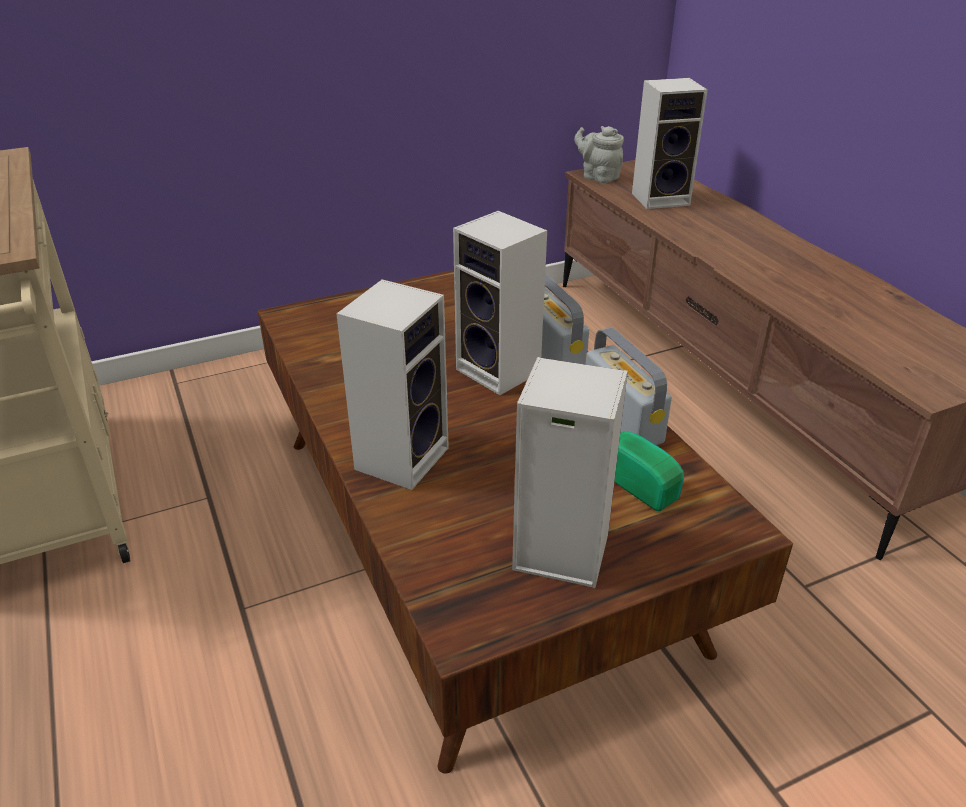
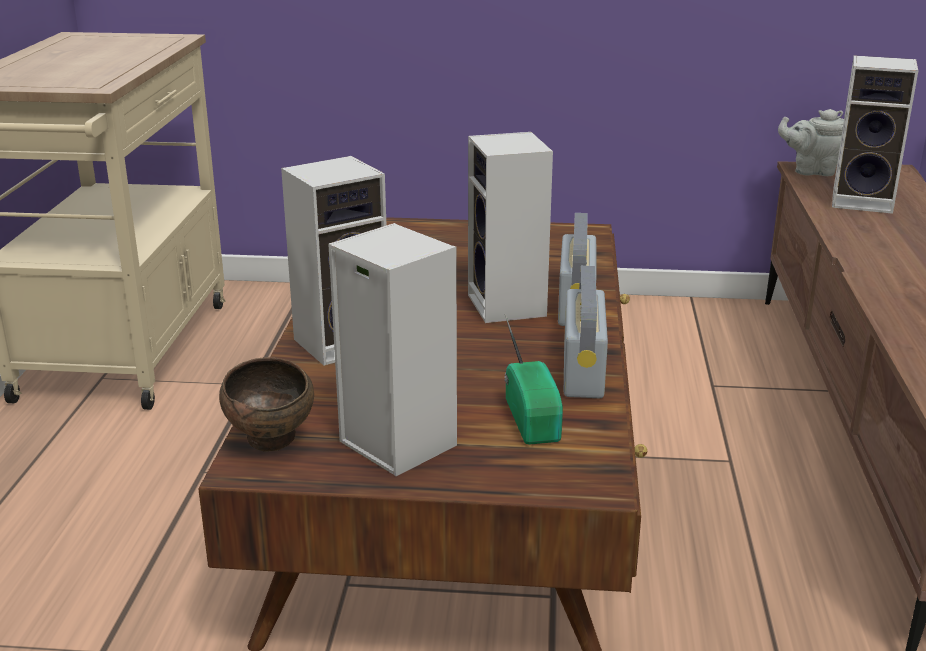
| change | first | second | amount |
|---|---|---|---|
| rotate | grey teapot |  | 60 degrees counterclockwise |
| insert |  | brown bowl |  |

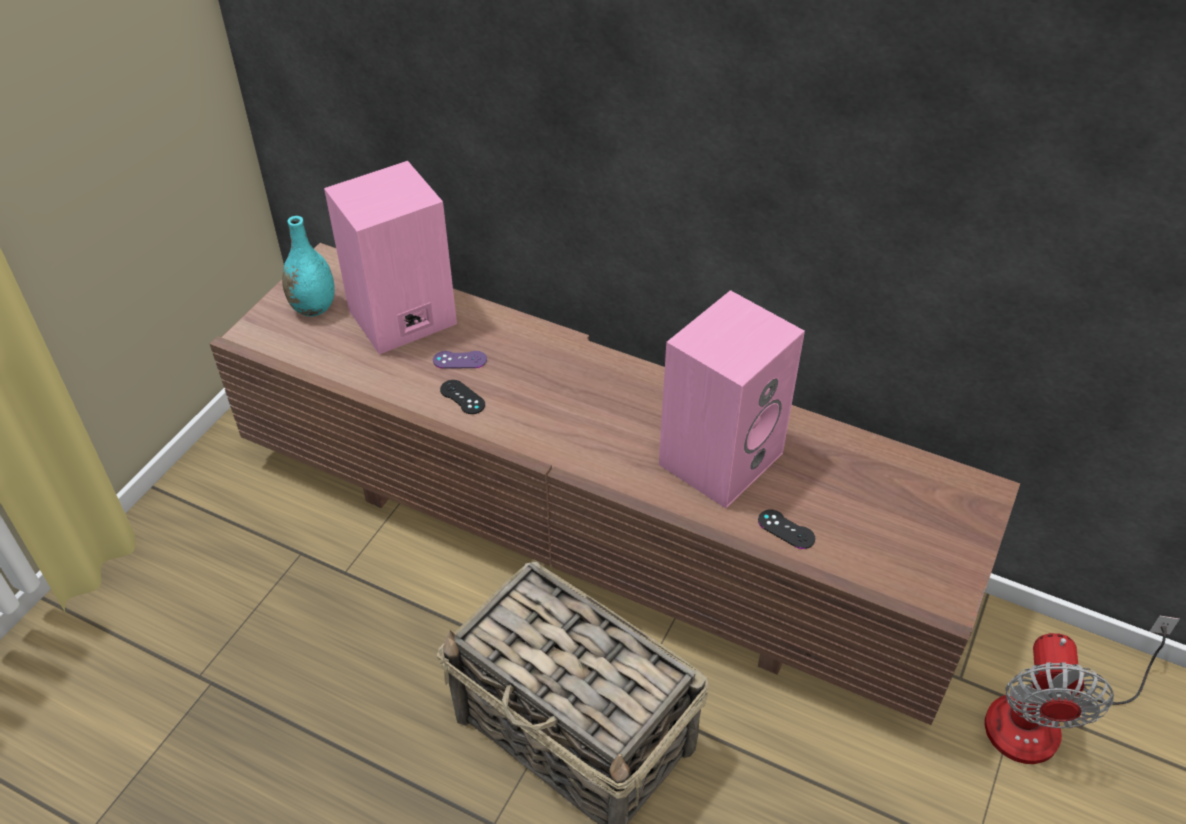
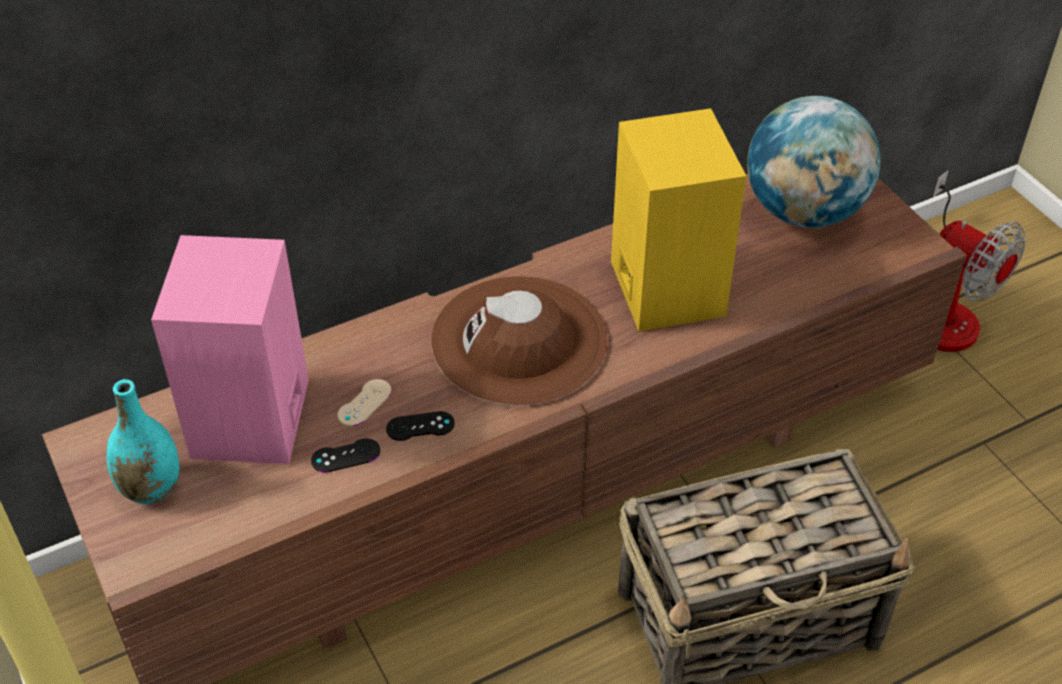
| change | first | second | amount |
|---|---|---|---|
| recolor | pink speaker (2nd from left) | yellow speaker |  |
| recolor | purple game controller | beige game controller |  |
| move | black game controller (2nd from left in the first image) | black game controller (1st from left) |  |
| insert |  | globe |  |
| insert |  | brown hat |  |

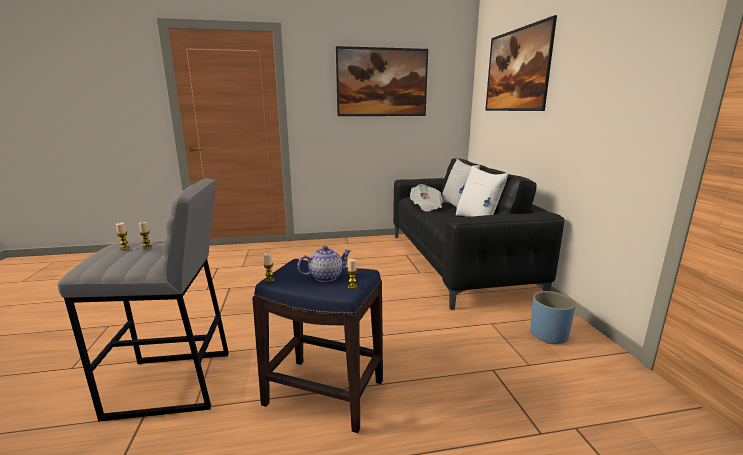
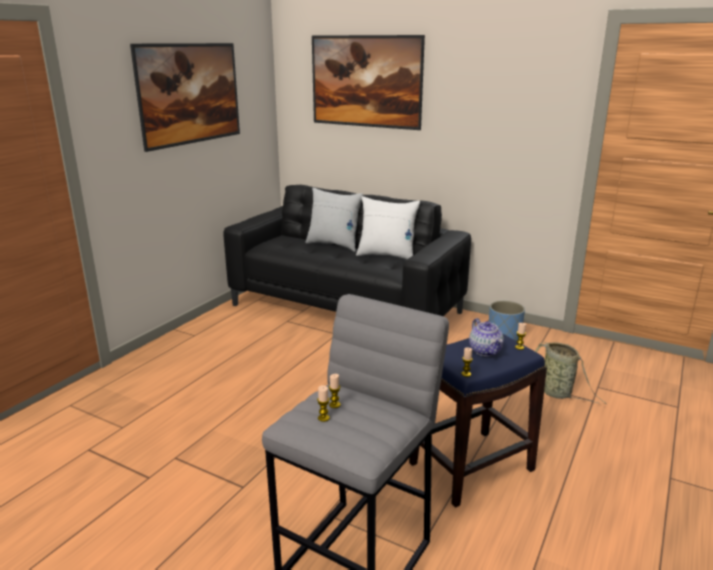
| change | first | second | amount |
|---|---|---|---|
| delete | newspaper |  |  |
| rotate | teapot |  | 150 degrees clockwise |
| insert |  | basket |  |

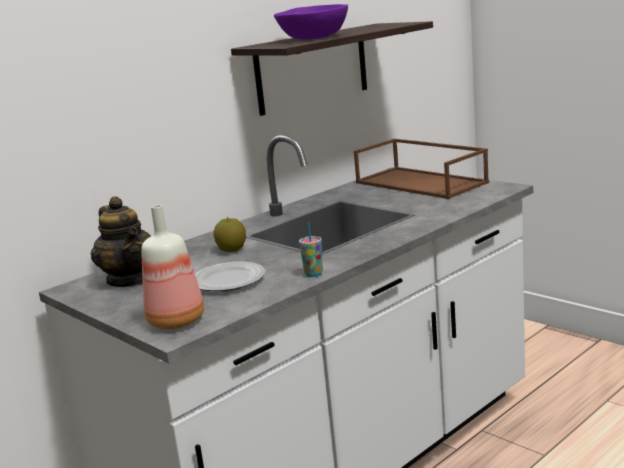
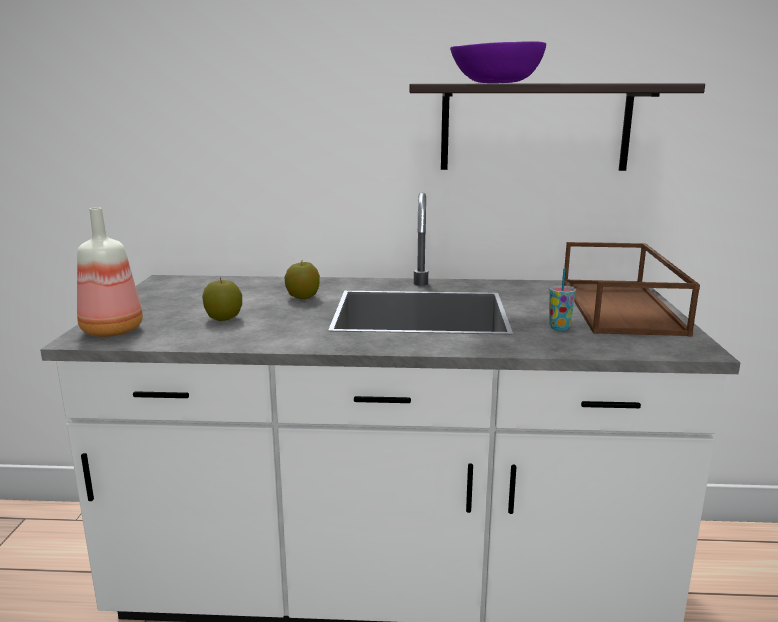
| change | first | second | amount |
|---|---|---|---|
| delete | teapot |  |  |
| move | cup |  |  |
| replace | plate | apple (1st from left) |  |

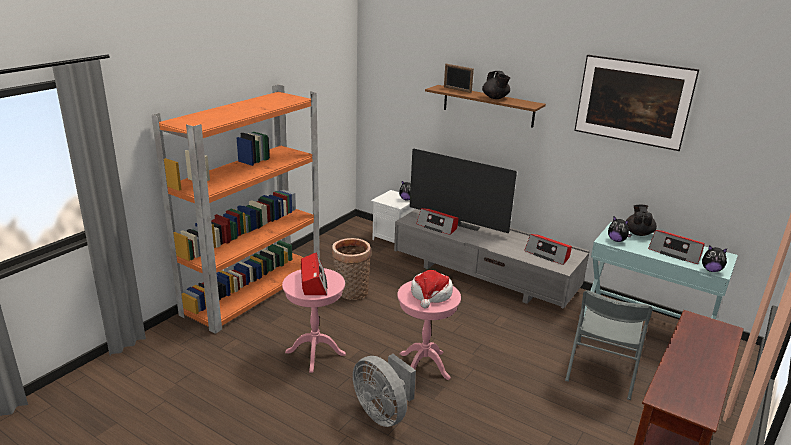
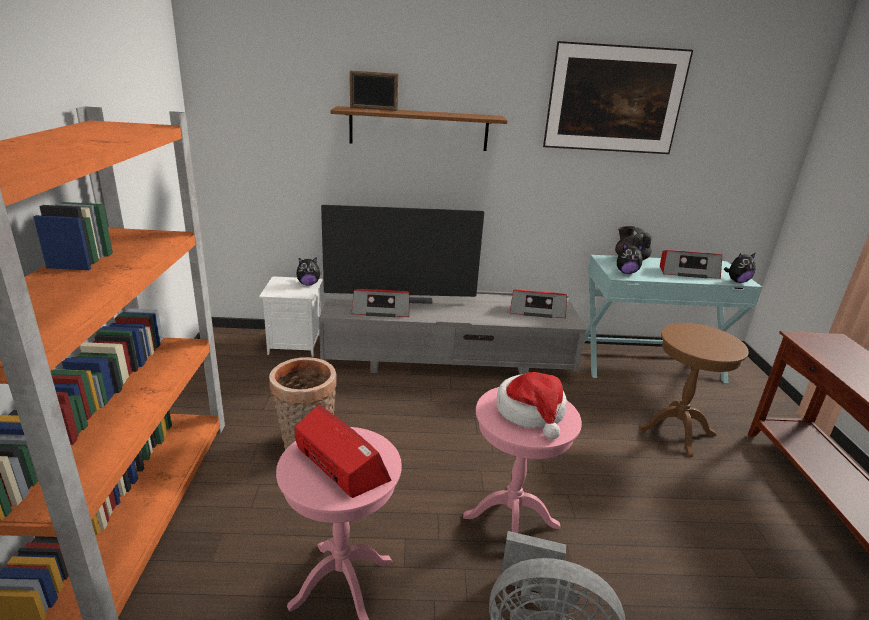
| change | first | second | amount |
|---|---|---|---|
| delete | black teapot (1st from left) |  |  |
| replace | grey chair | brown side table |  |

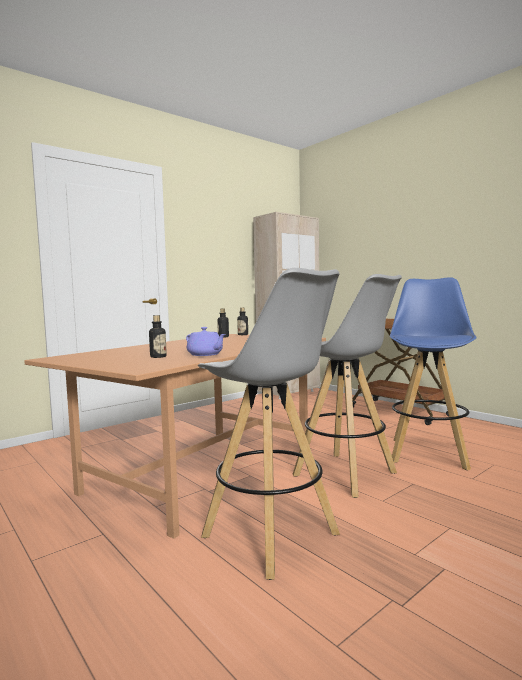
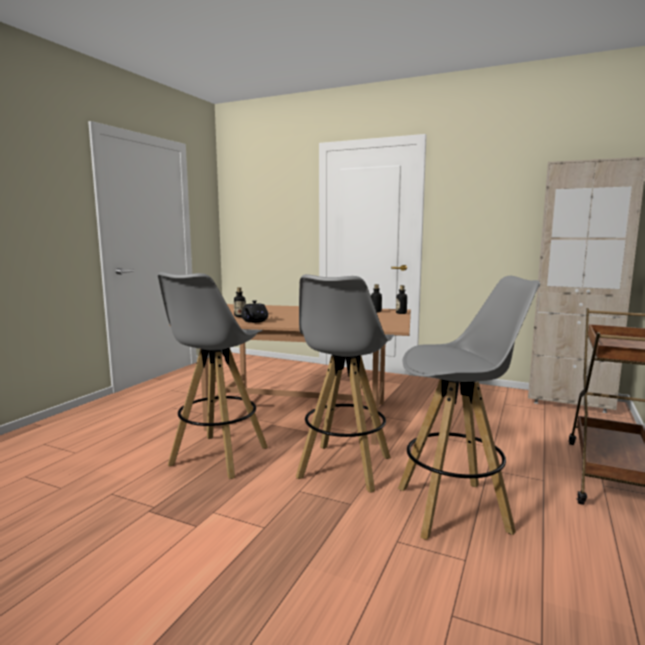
| change | first | second | amount |
|---|---|---|---|
| recolor | blue stool | grey stool (3rd from left) |  |
| recolor | purple teapot | black teapot |  |

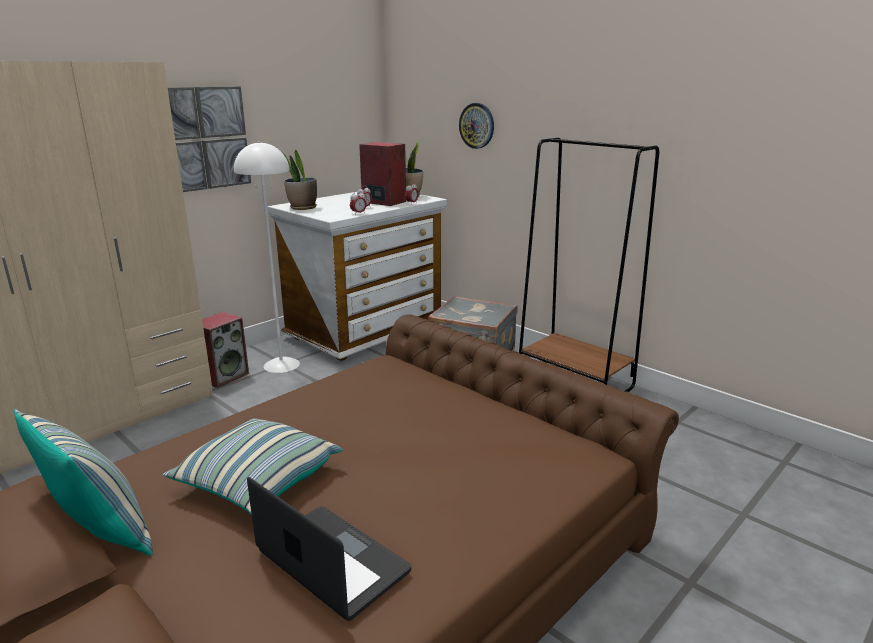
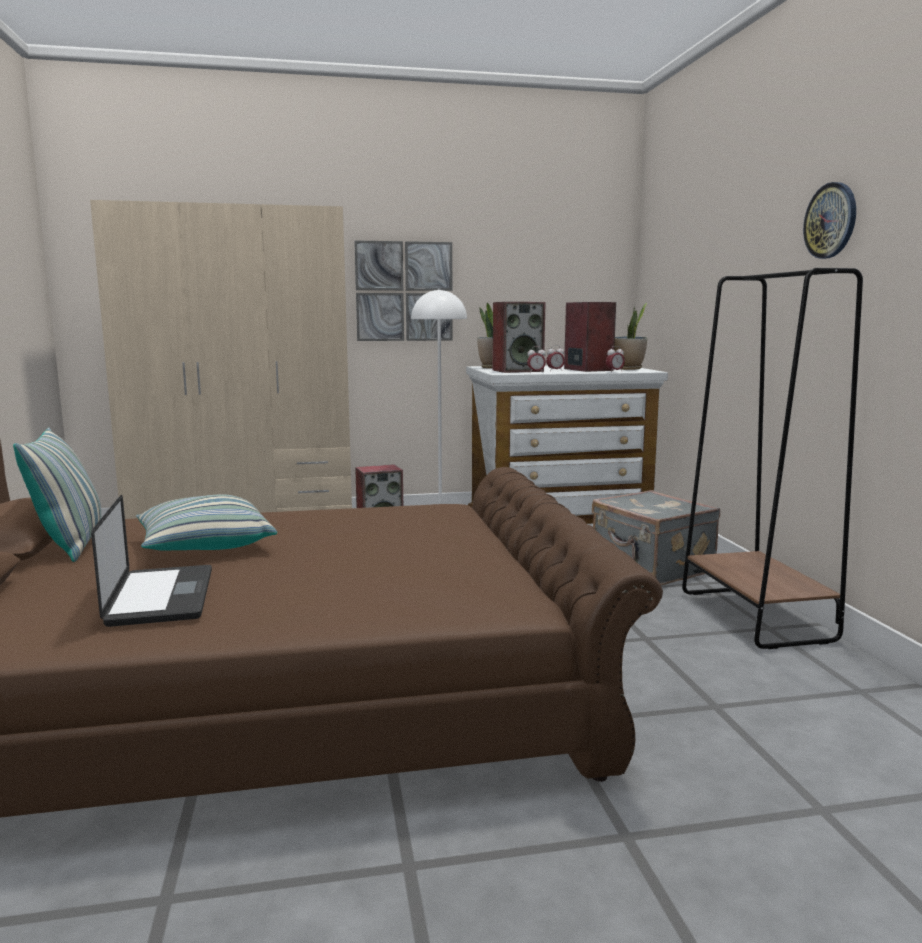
| change | first | second | amount |
|---|---|---|---|
| move | wall clock |  |  |
| insert |  | speaker (2nd from left) |  |

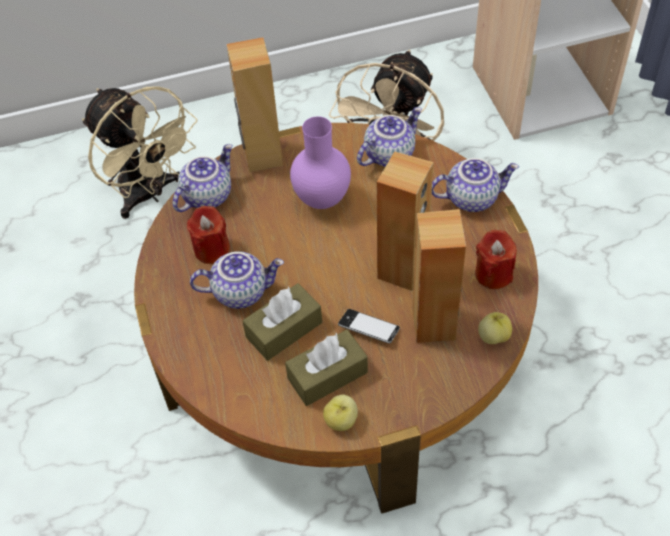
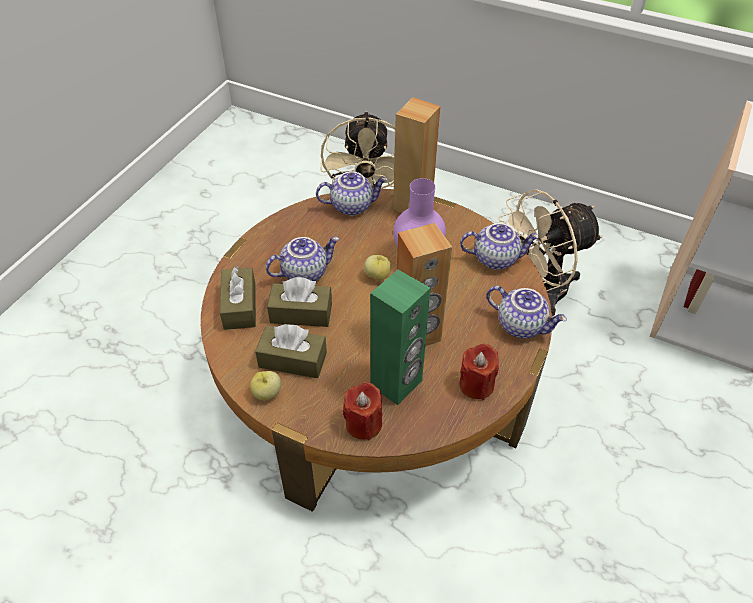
| change | first | second | amount |
|---|---|---|---|
| move | red candle (1st from left) |  |  |
| recolor | brown speaker (3rd from left) | green speaker |  |
| rotate | teapot (2nd from left in the first image) | teapot (1st from left) | 60 degrees counterclockwise |
| delete | phone |  |  |
| move | apple (2nd from left) |  |  |
| insert |  | brown tissue box (1st from left) |  |

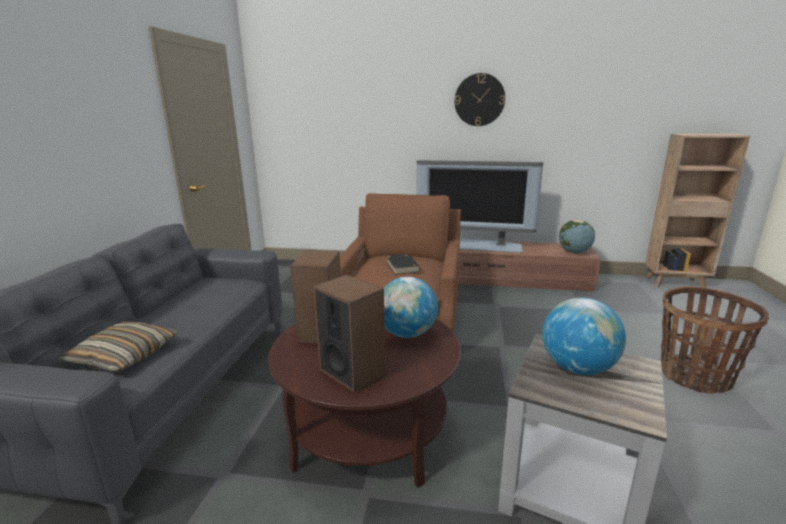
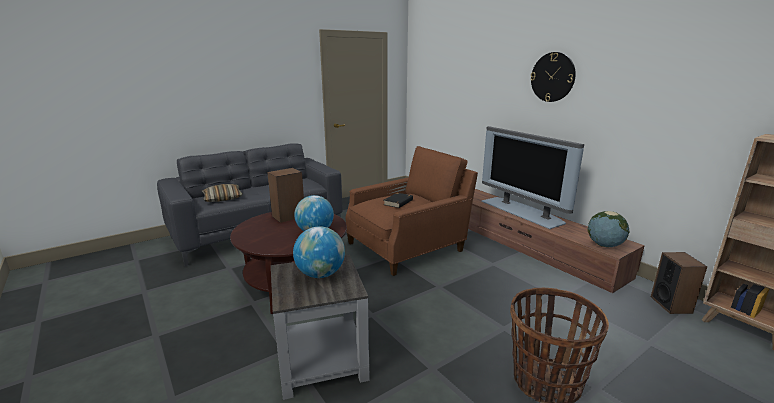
| change | first | second | amount |
|---|---|---|---|
| move | speaker (2nd from left) |  |  |

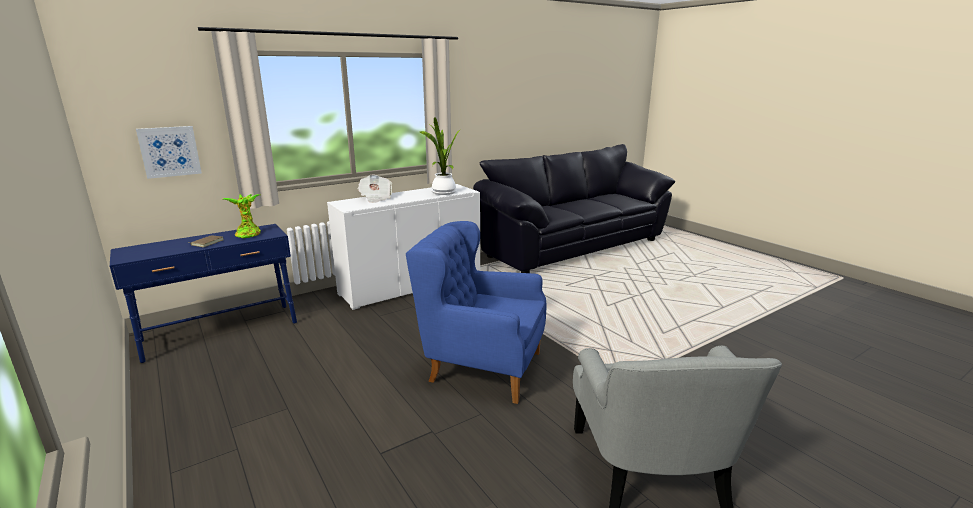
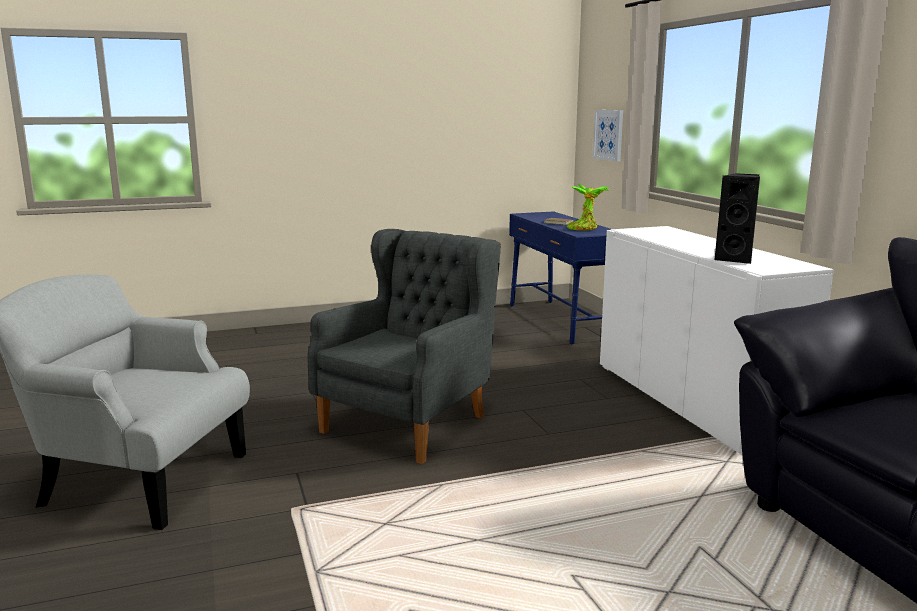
| change | first | second | amount |
|---|---|---|---|
| replace | potted plant (2nd from left) | black speaker |  |
| delete | newspaper |  |  |
| recolor | blue armchair | grey armchair (2nd from left) |  |

